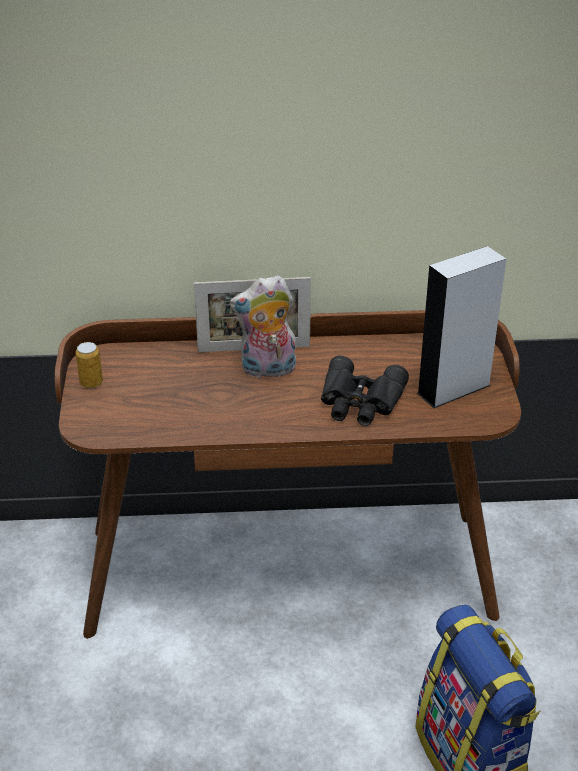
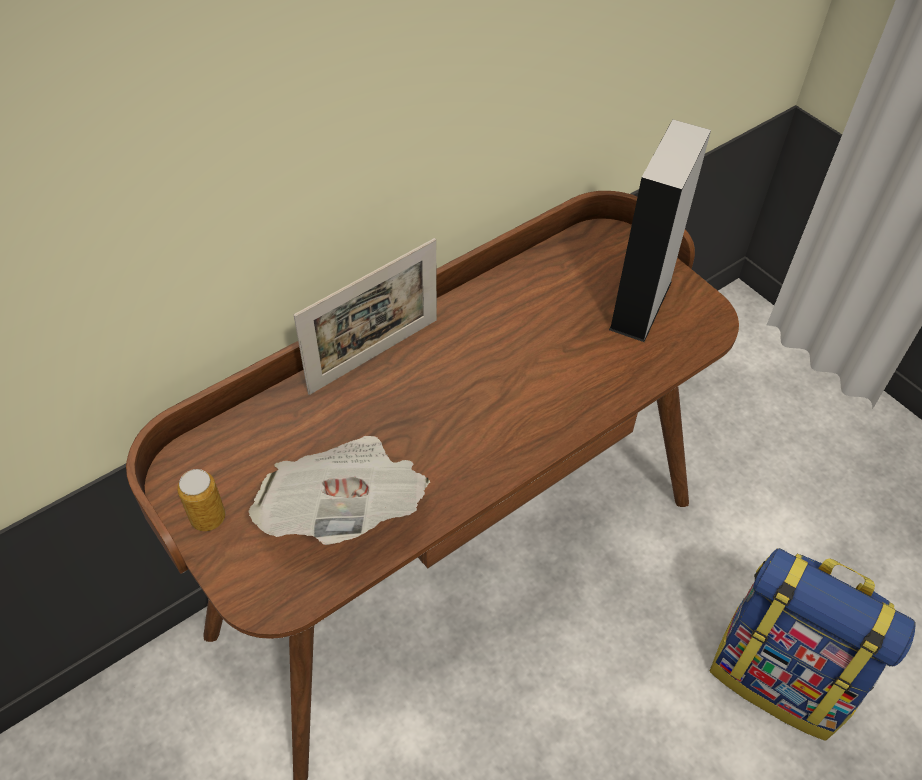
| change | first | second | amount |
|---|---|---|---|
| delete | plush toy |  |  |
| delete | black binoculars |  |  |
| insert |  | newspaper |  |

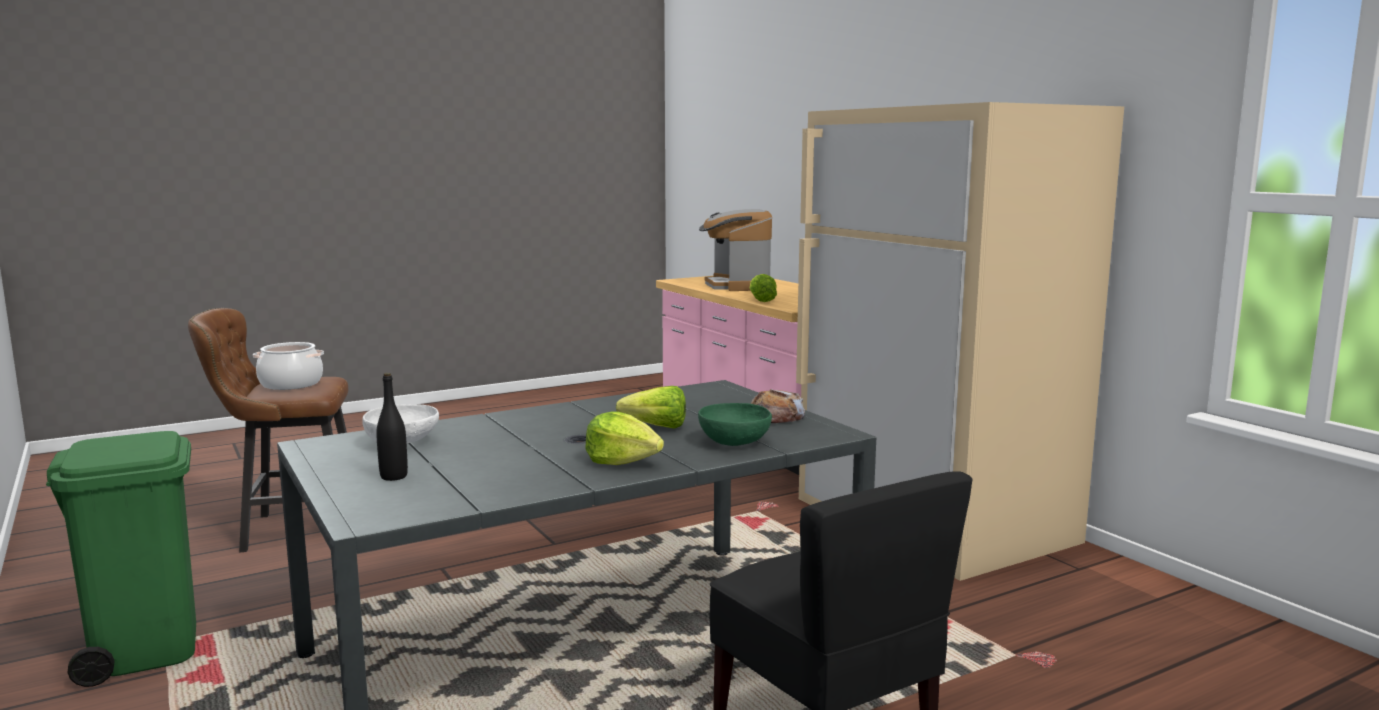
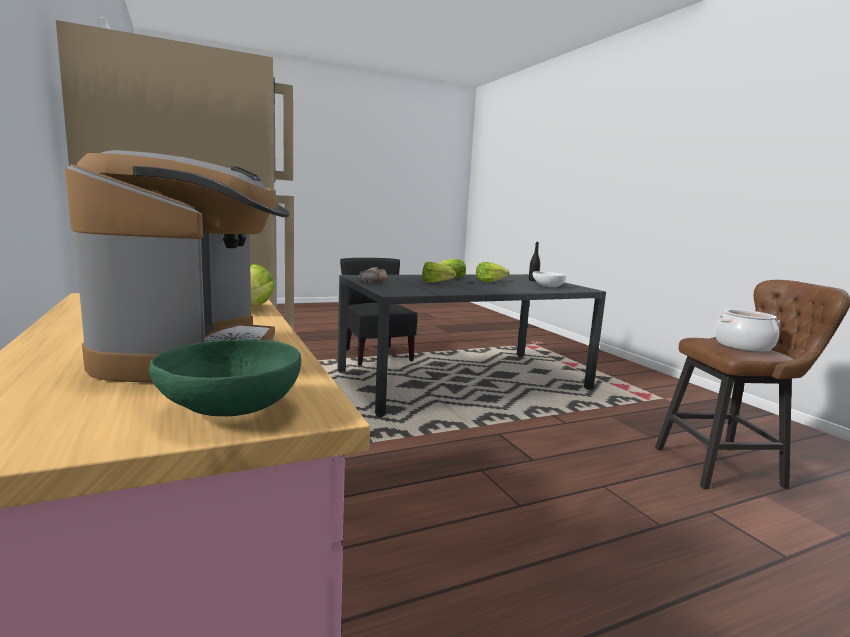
| change | first | second | amount |
|---|---|---|---|
| move | green bowl |  |  |
| delete | green trash can |  |  |
| insert |  | lettuce (4th from left) |  |

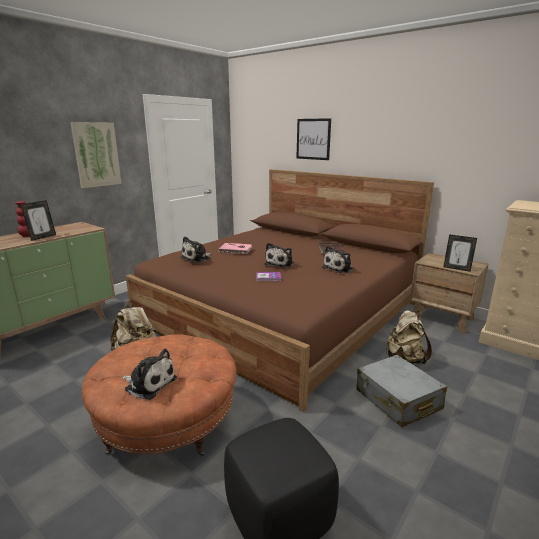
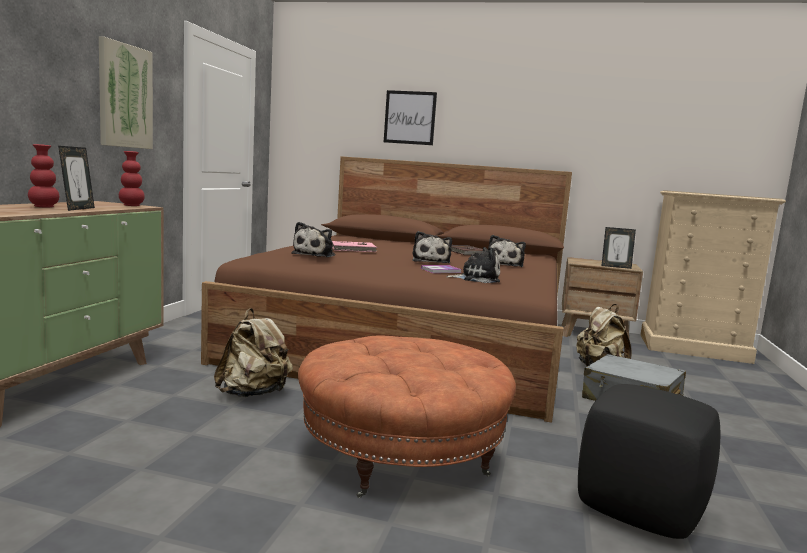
| change | first | second | amount |
|---|---|---|---|
| move | plush toy (1st from left in the first image) | plush toy (3rd from left) |  |
| insert |  | red vase (2nd from left) |  |

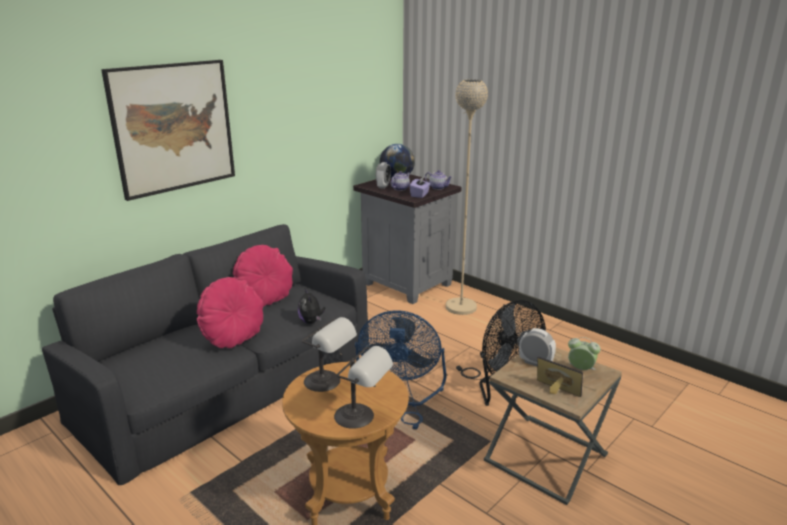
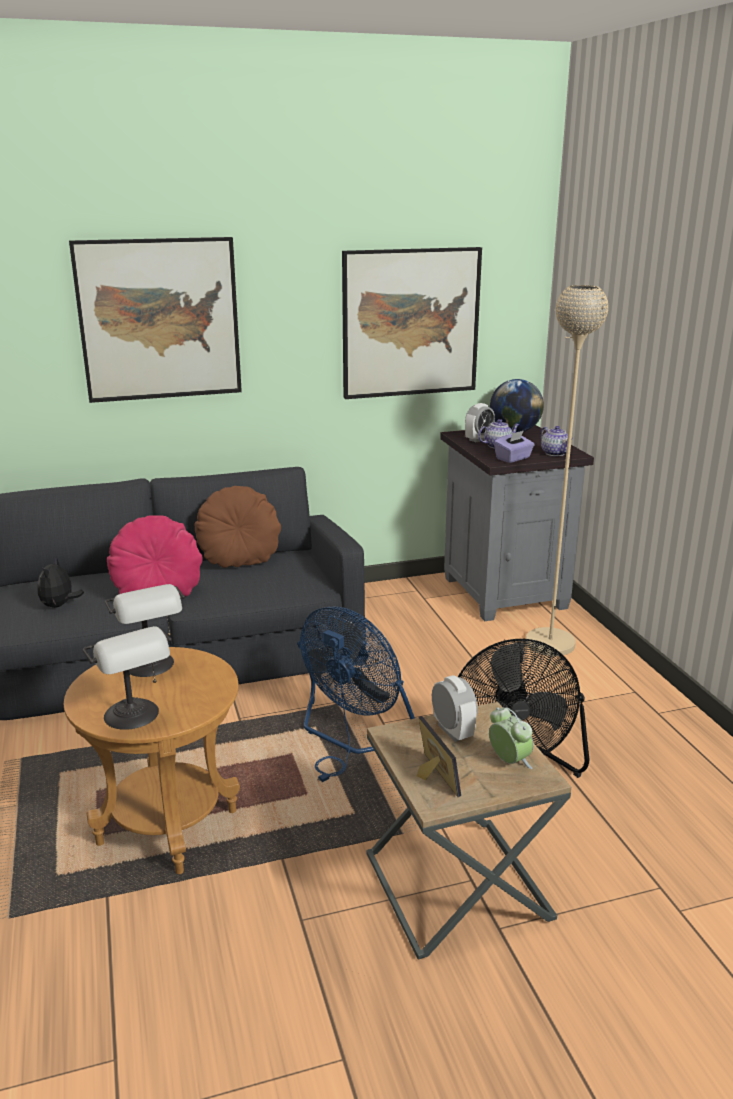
| change | first | second | amount |
|---|---|---|---|
| recolor | pink pillow (2nd from left) | brown pillow |  |
| move | plush toy |  |  |
| insert |  | picture (2nd from left) |  |

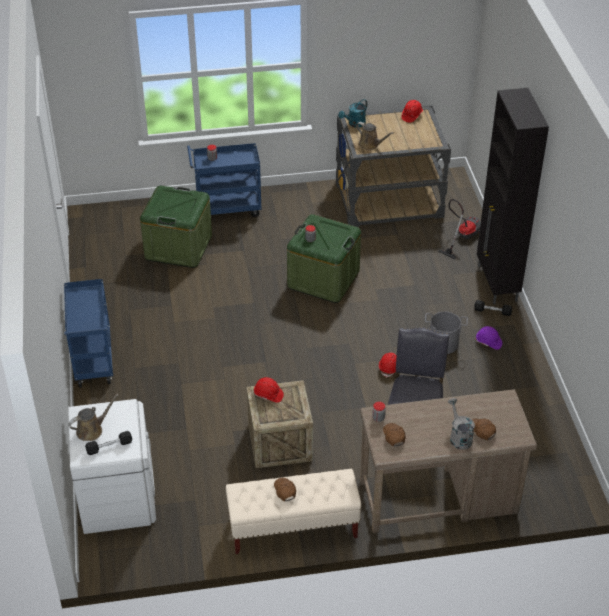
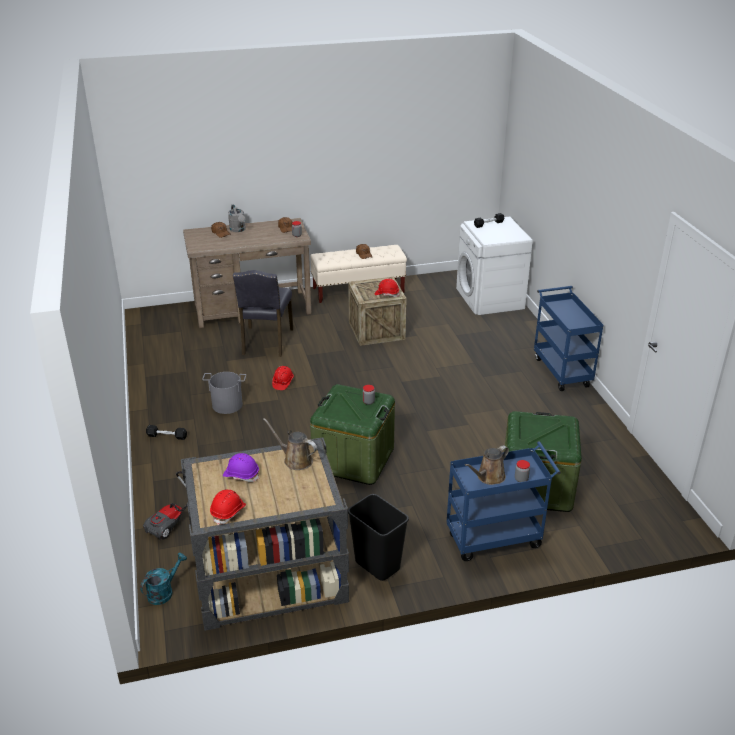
| change | first | second | amount |
|---|---|---|---|
| delete | black cabinet |  |  |
| move | turquoise watering can |  |  |
| move | purple hard hat |  |  |
| move | brown watering can (1st from left in the first image) | brown watering can (2nd from left) |  |
| insert |  | black trash can |  |

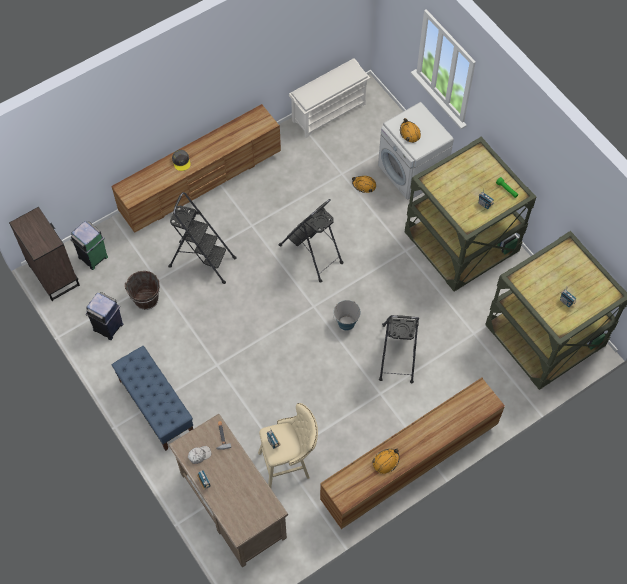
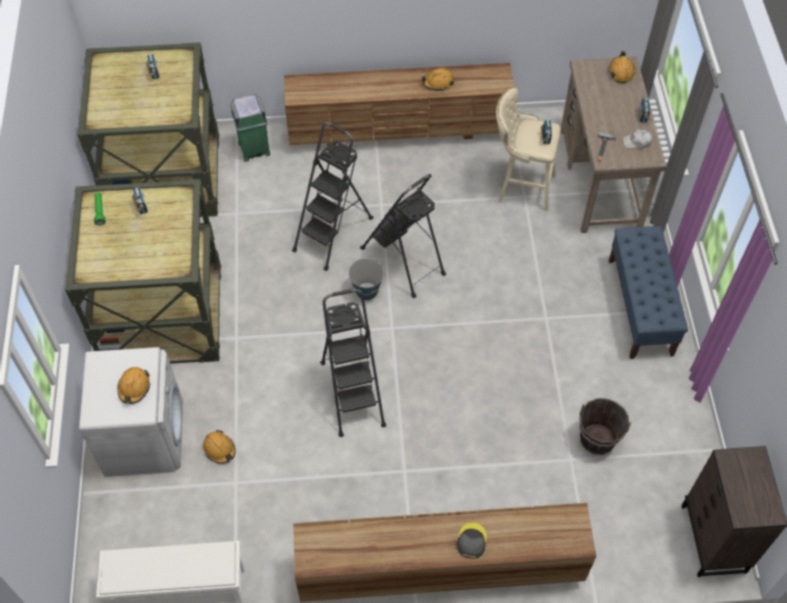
| change | first | second | amount |
|---|---|---|---|
| move | step ladder (1st from left in the first image) | step ladder (3rd from left) |  |
| move | green trash can |  |  |
| delete | blue trash can |  |  |
| insert |  | orange hard hat (4th from left) |  |

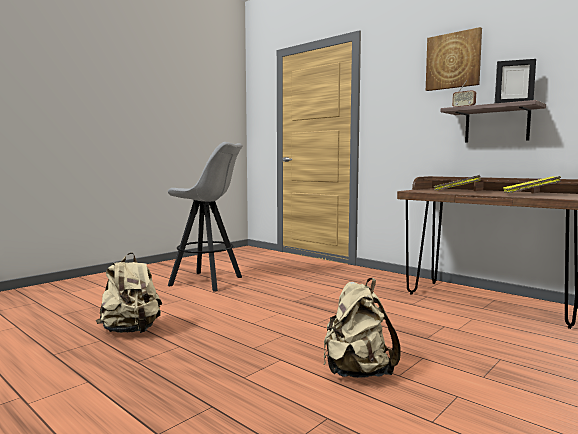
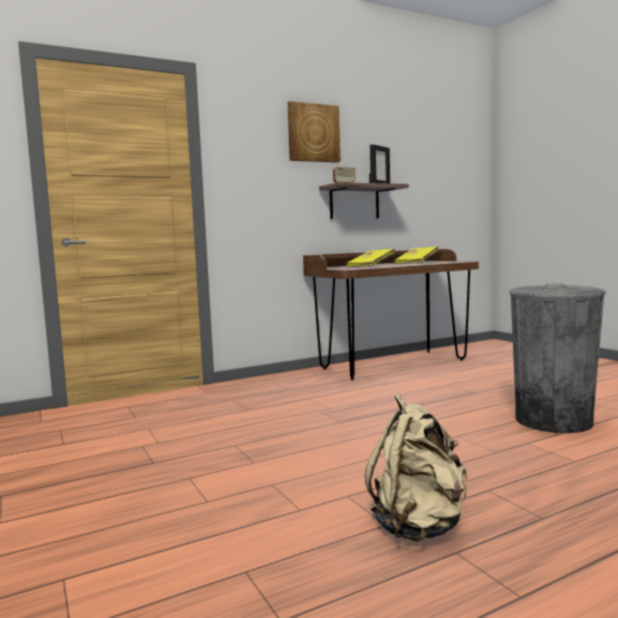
| change | first | second | amount |
|---|---|---|---|
| delete | grey stool |  |  |
| replace | beige backpack (2nd from left) | grey trash can |  |

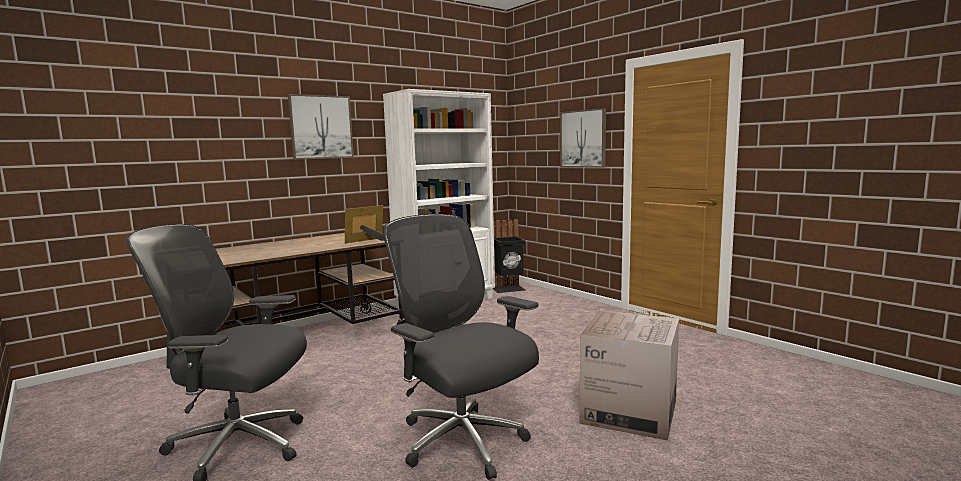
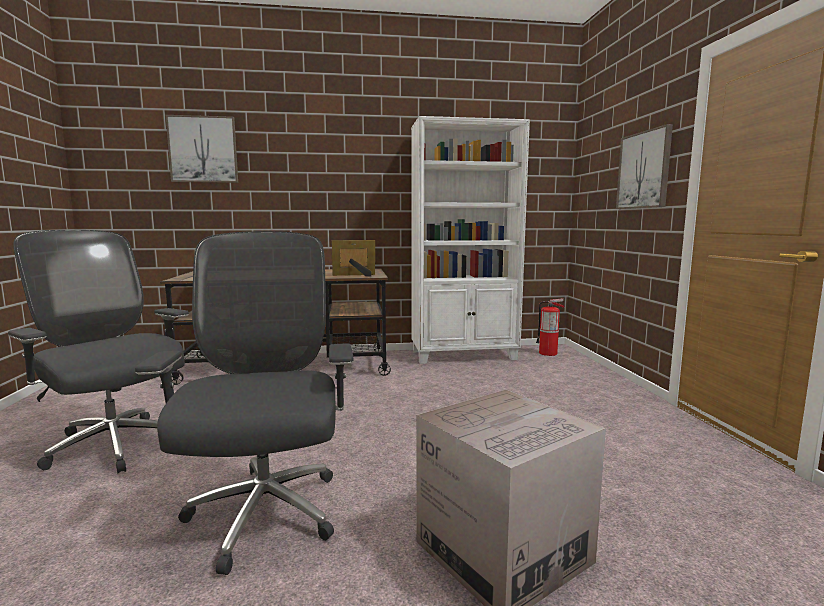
| change | first | second | amount |
|---|---|---|---|
| move | picture (1st from left) |  |  |
| replace | black trash can | fire extinguisher |  |

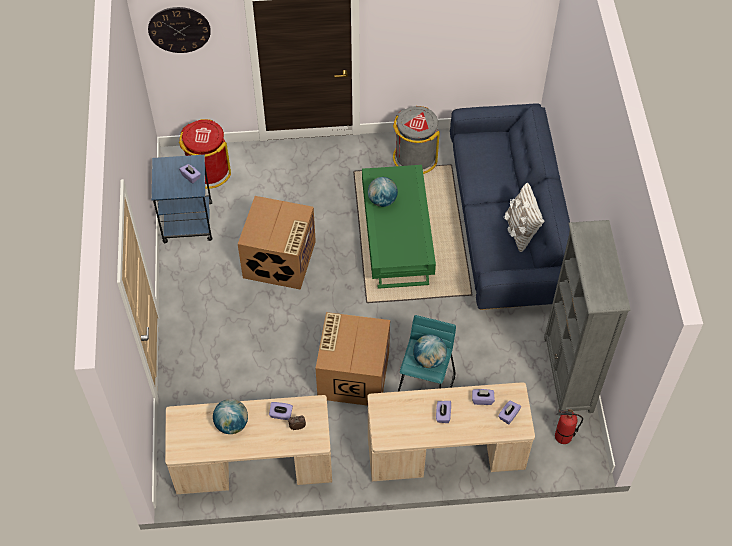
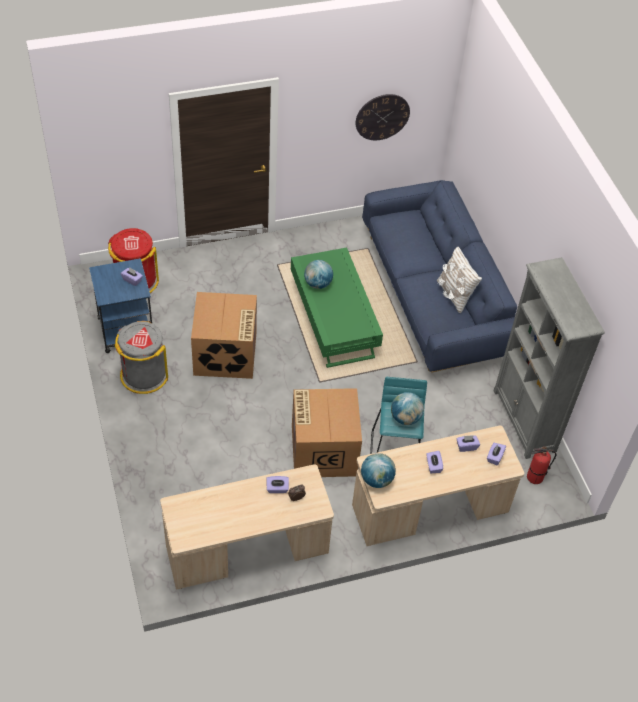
| change | first | second | amount |
|---|---|---|---|
| move | wall clock |  |  |
| move | grey trash can |  |  |
| move | globe (1st from left in the first image) | globe (2nd from left) |  |

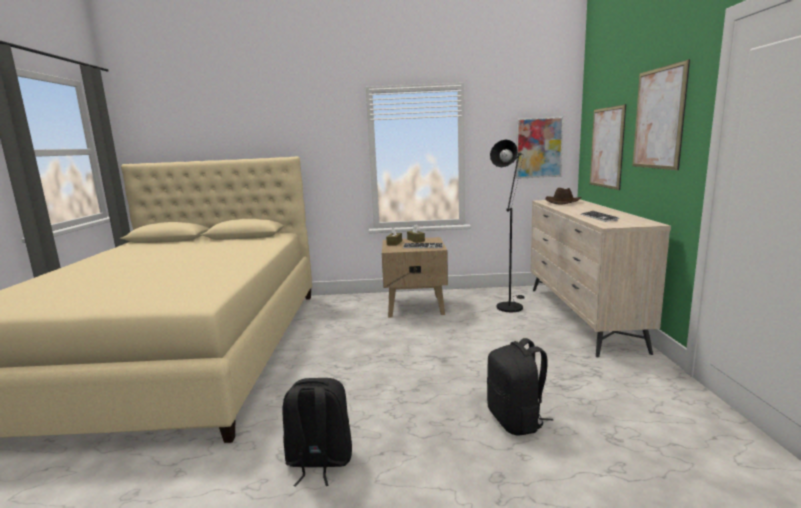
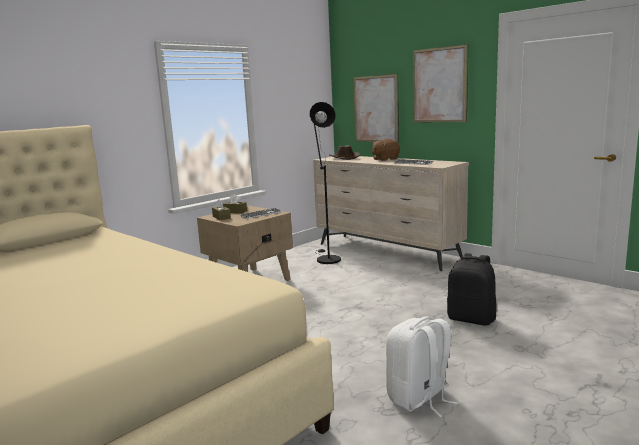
| change | first | second | amount |
|---|---|---|---|
| delete | picture (1st from left) |  |  |
| recolor | black backpack (1st from left) | white backpack |  |
| insert |  | brown plush toy |  |

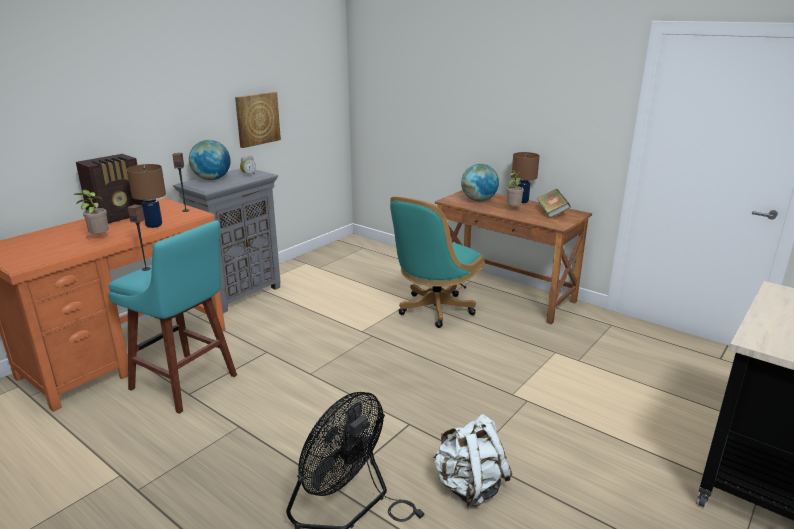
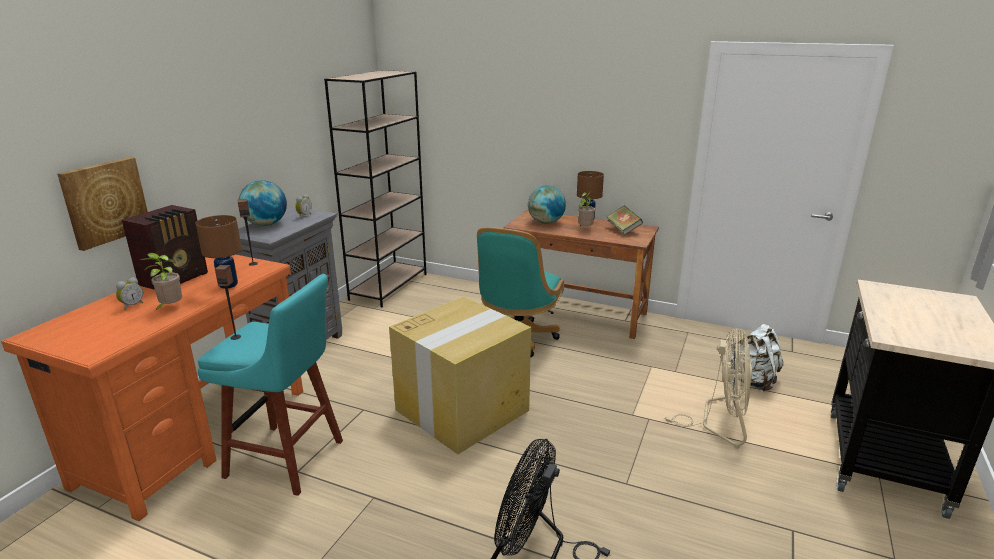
| change | first | second | amount |
|---|---|---|---|
| move | picture |  |  |
| move | white backpack |  |  |
| insert |  | beige bookcase |  |
| insert |  | alarm clock (1st from left) |  |
| insert |  | cardboard box |  |
| insert |  | beige fan |  |

